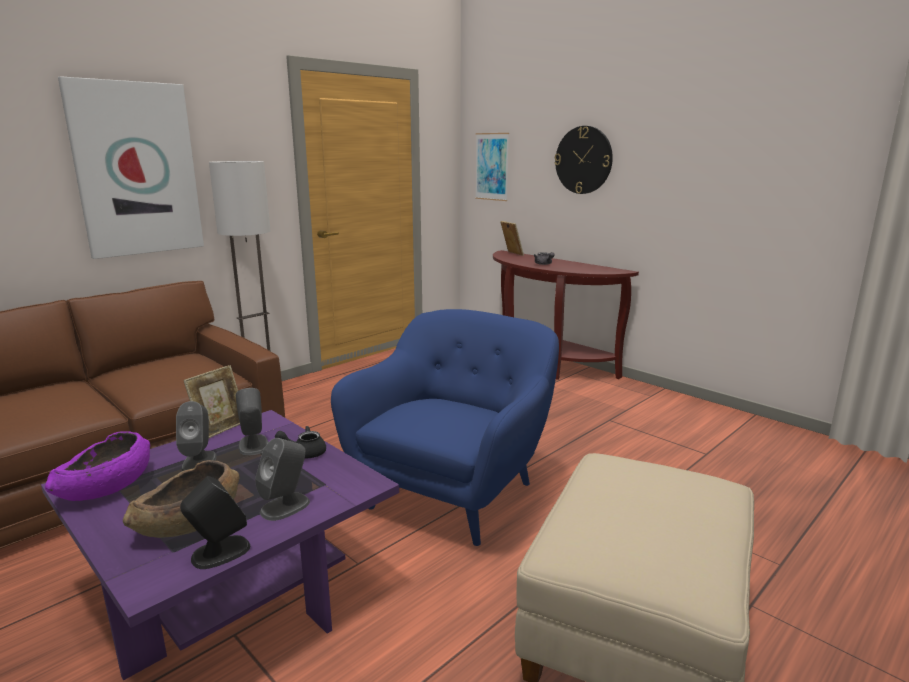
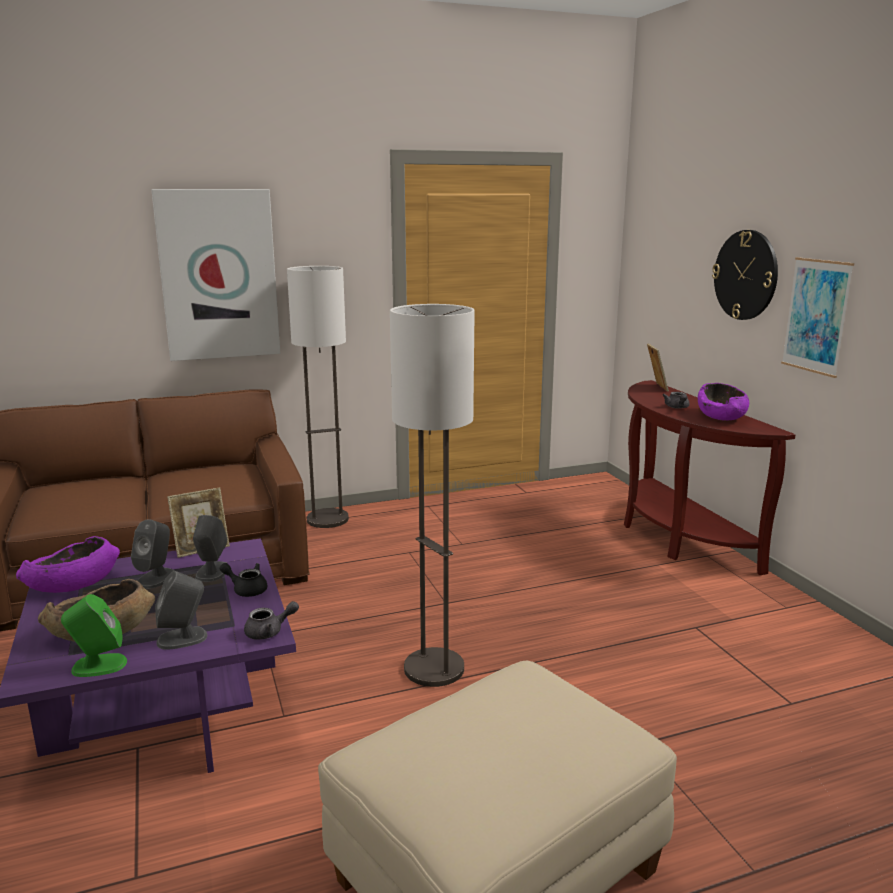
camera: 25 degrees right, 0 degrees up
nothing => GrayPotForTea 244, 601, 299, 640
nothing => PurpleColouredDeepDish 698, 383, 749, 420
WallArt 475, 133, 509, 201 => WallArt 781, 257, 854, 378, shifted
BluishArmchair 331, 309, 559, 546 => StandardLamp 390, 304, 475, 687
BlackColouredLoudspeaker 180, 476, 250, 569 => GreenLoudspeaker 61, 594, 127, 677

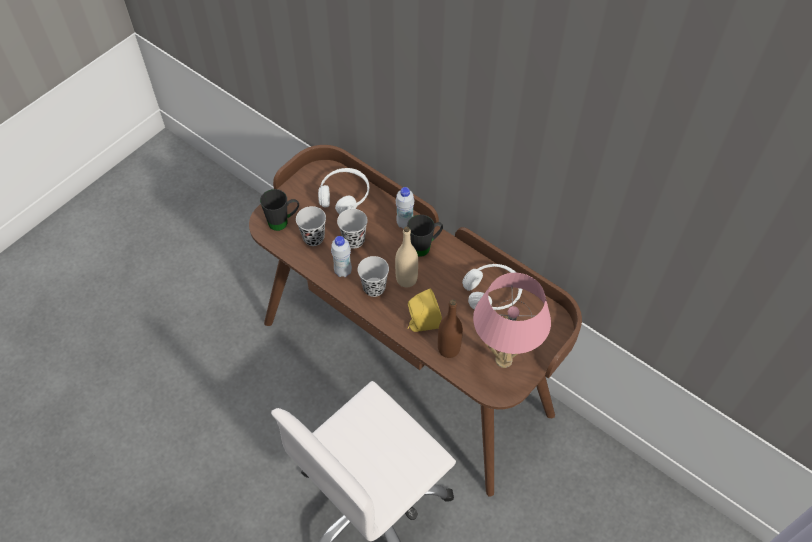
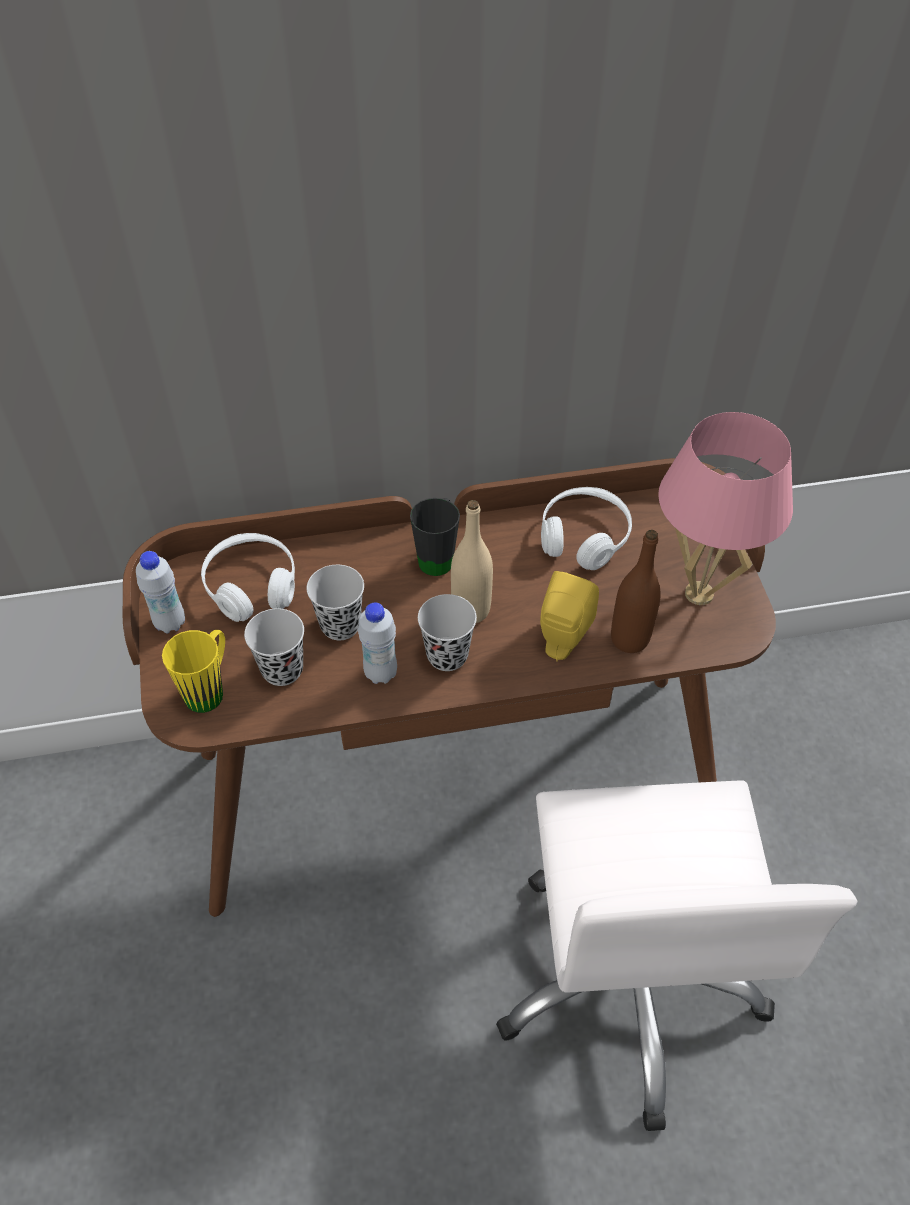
camera: 50 degrees left, 5 degrees down
WhiteDrinkBottle 396, 187, 414, 229 => WhiteDrinkBottle 136, 551, 185, 633, shifted
BlackColouredTeaMug 260, 189, 299, 231 => YellowishTeaMug 162, 630, 225, 713

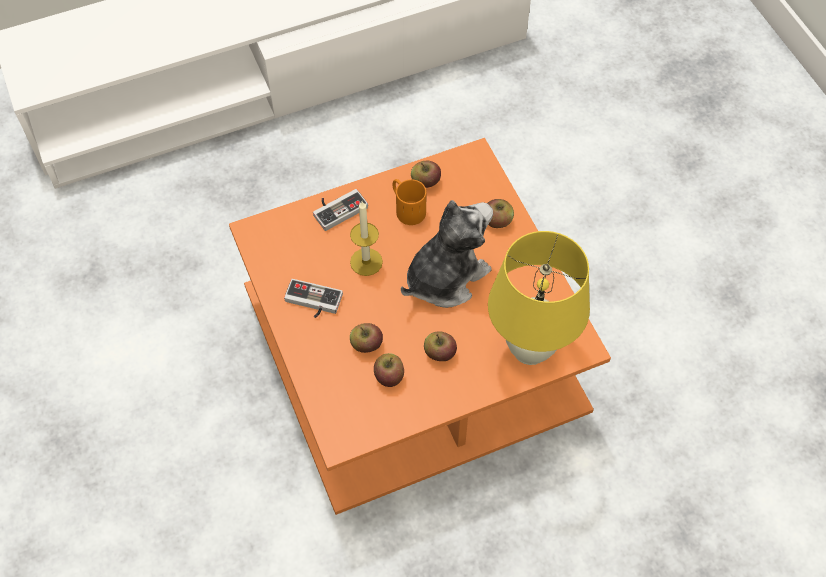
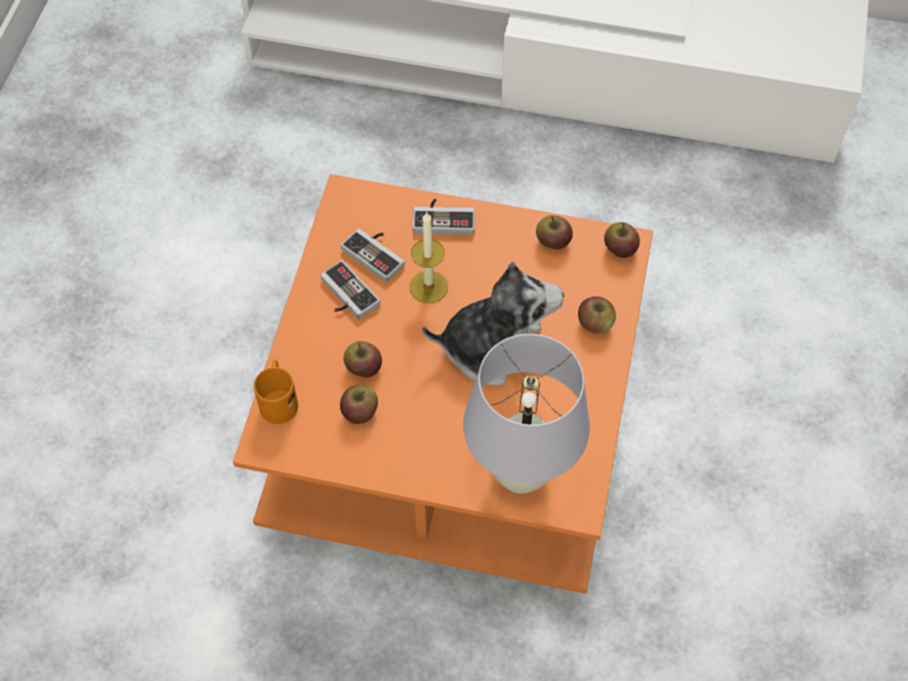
camera: 35 degrees right, 0 degrees up
nothing => GameController 341, 228, 405, 282
OrangeColouredTeaMug 392, 179, 427, 225 => OrangeColouredTeaMug 254, 359, 298, 424, shifted
WholeApple 424, 331, 457, 361 => WholeApple 604, 222, 640, 258, shifted
YellowishTabletopLamp 488, 231, 590, 365 => WhiteTabletopLamp 463, 334, 590, 494

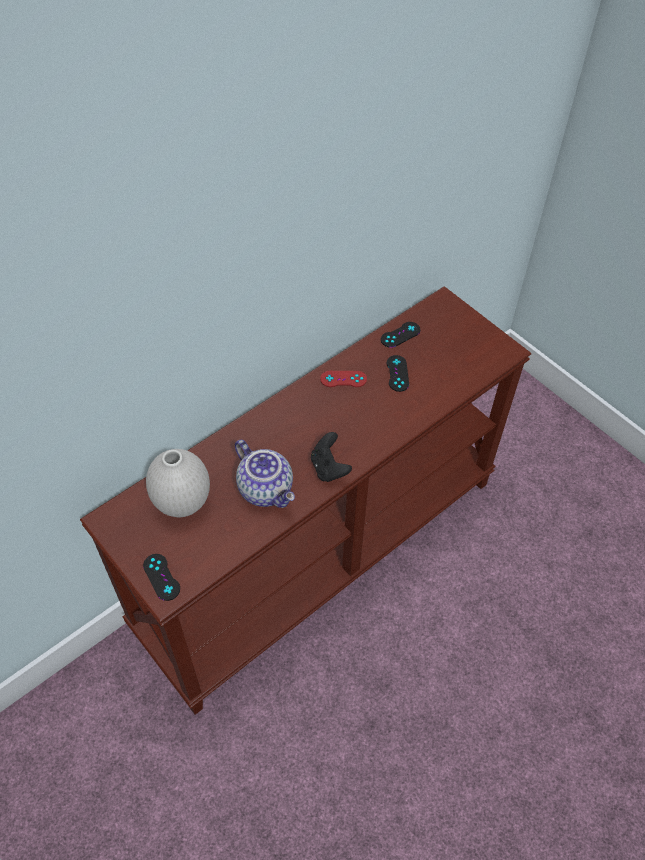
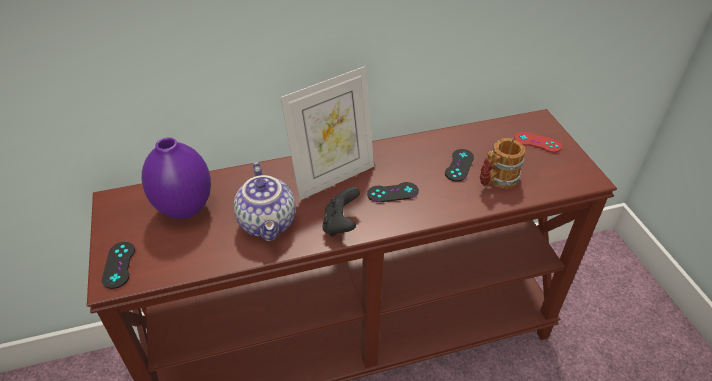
camera: 25 degrees right, 10 degrees down
nothing => PictureFrame 280, 66, 374, 200
nothing => TeaMug 480, 138, 526, 189
RedColouredGameController 320, 371, 367, 387 => RedColouredGameController 514, 132, 562, 153, shifted
BlackColouredGameController 381, 322, 420, 348 => BlackColouredGameController 367, 182, 419, 203, shifted
WhiteFlowerVase 146, 449, 210, 517 => PurpleColouredFlowerVase 142, 137, 211, 219

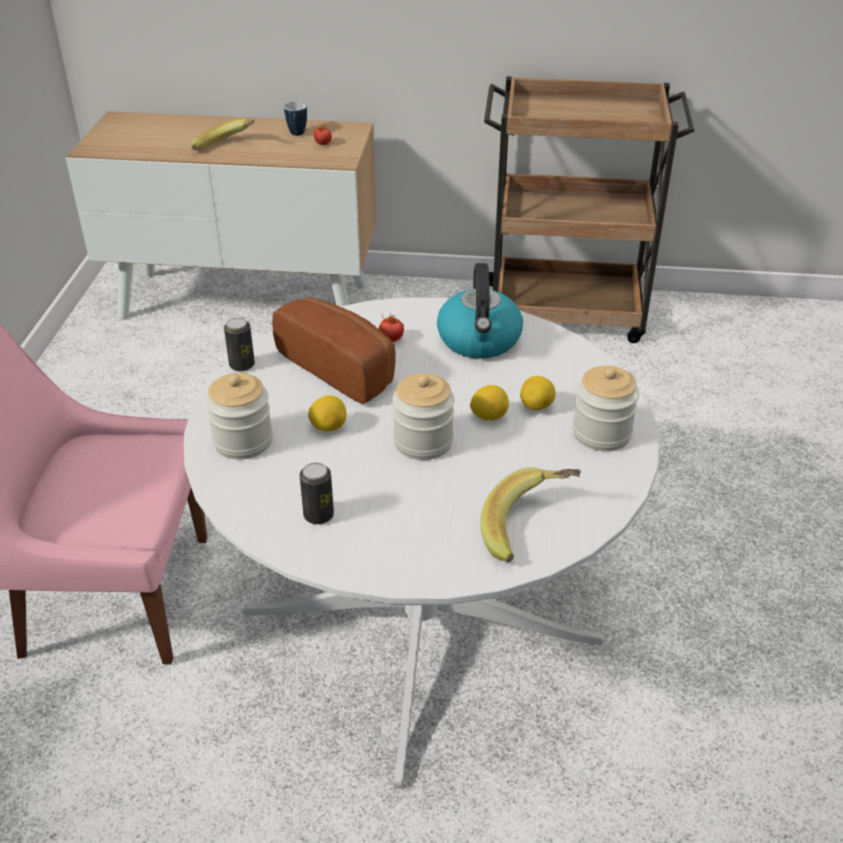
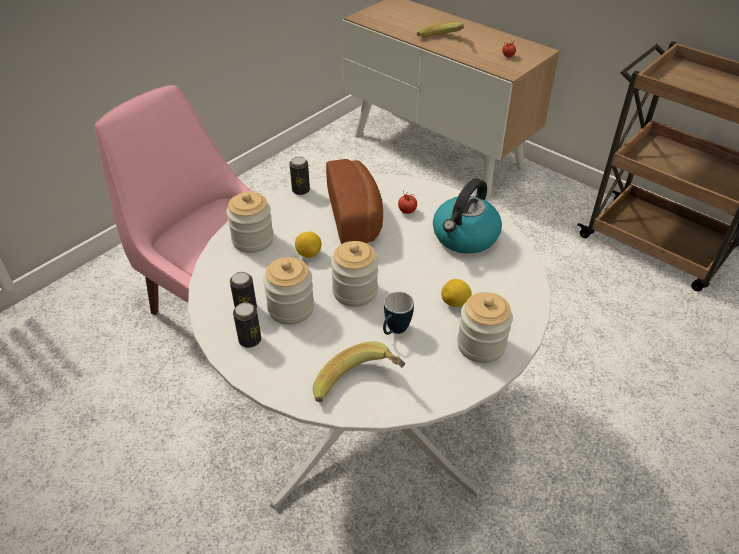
camera: 35 degrees right, 5 degrees up
CitrusFruit 470, 385, 509, 421 => nothing
nothing => Can 233, 303, 261, 348
nothing => Jar 263, 257, 314, 325
TeaMug 284, 102, 307, 136 => TeaMug 383, 292, 414, 335, shifted

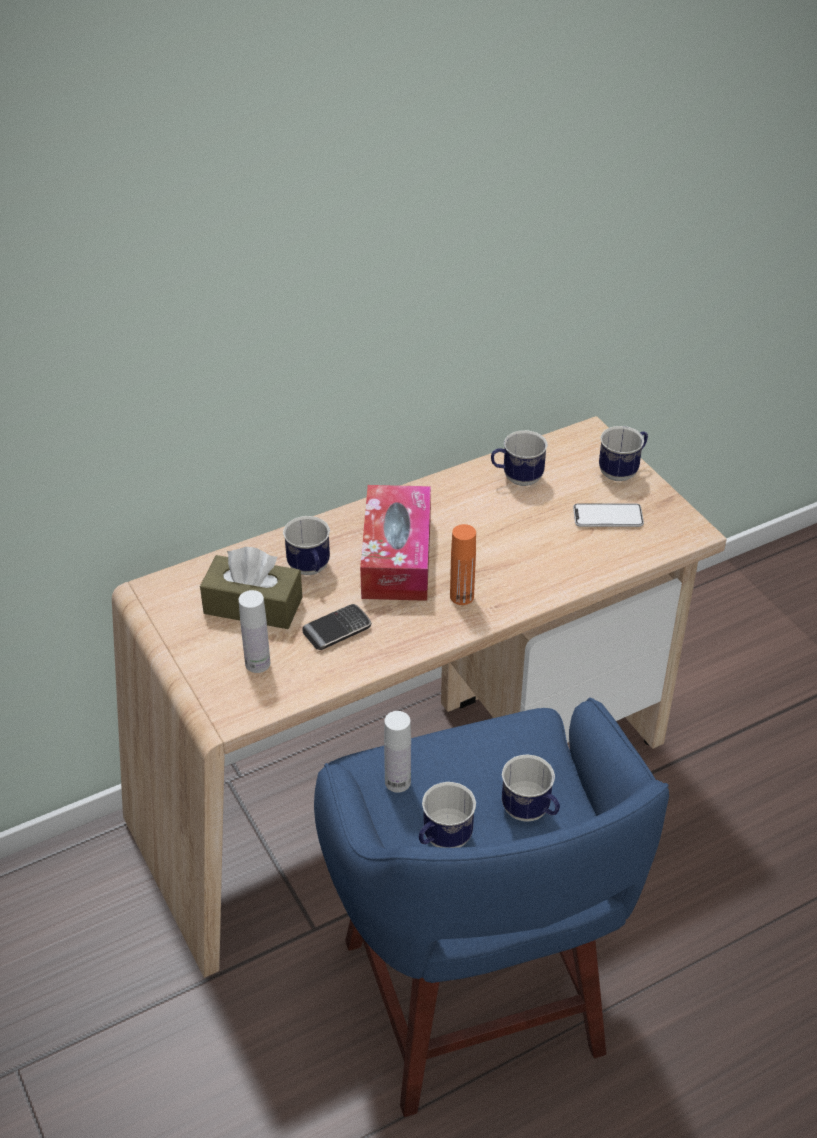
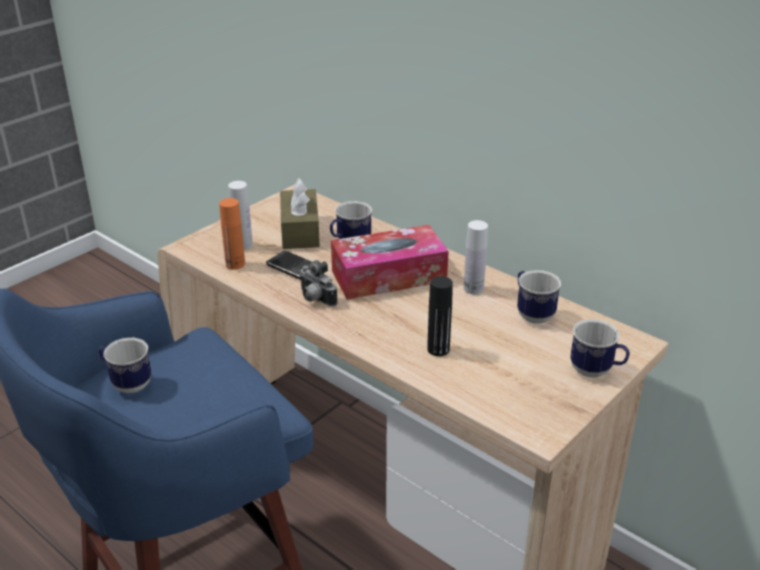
camera: 70 degrees right, 10 degrees down
TeaMug 502, 754, 560, 822 => nothing
Phone 573, 503, 644, 527 => nothing
nothing => PhotoCamera 300, 260, 338, 307
nothing => BlackColouredDrinkBottle 427, 276, 453, 356
WhiteDrinkBottle 384, 711, 411, 793 => WhiteDrinkBottle 464, 220, 488, 294, shifted
OrangeColouredDrinkBottle 450, 524, 476, 605 => OrangeColouredDrinkBottle 219, 198, 245, 270, shifted

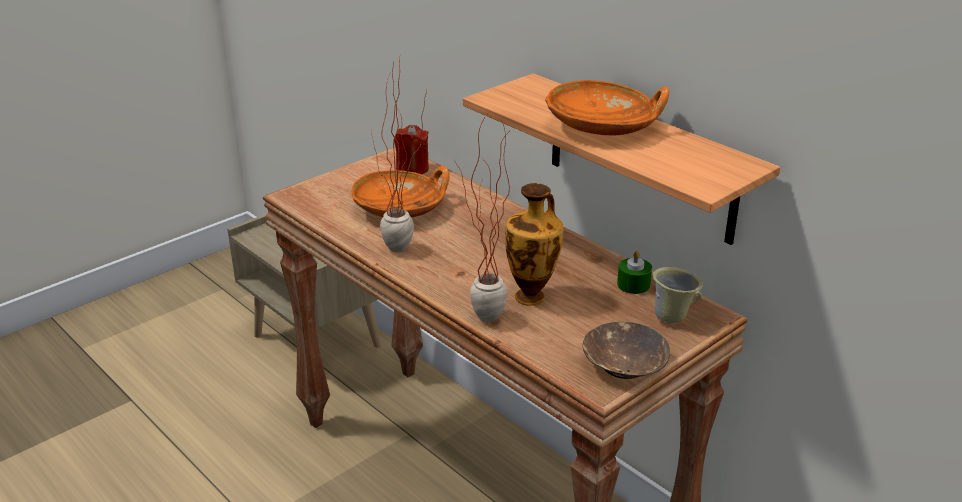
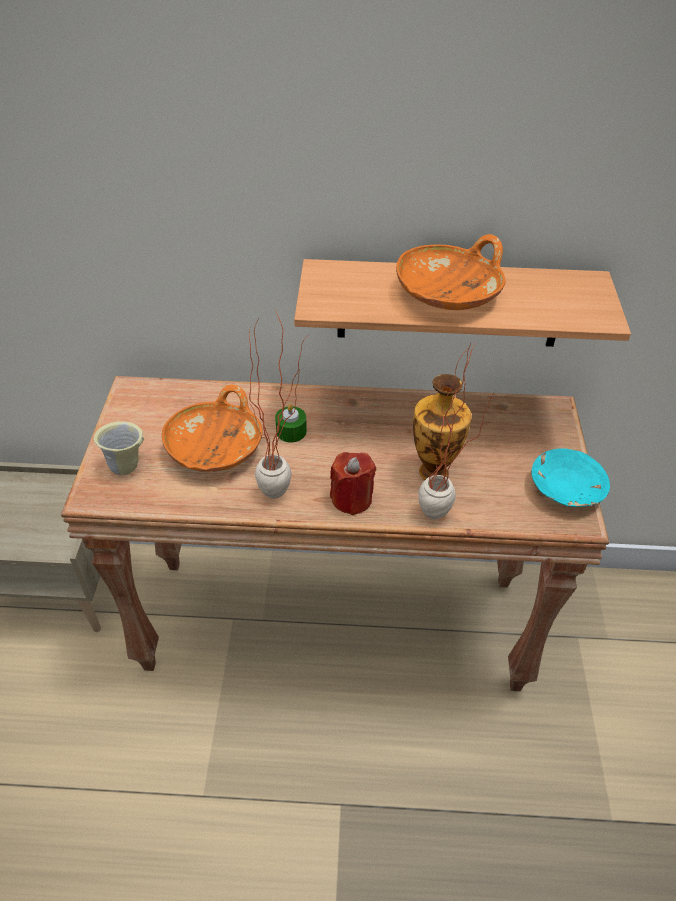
camera: 45 degrees left, 15 degrees up
RedColouredWaxCandle 394, 125, 429, 174 => RedColouredWaxCandle 330, 452, 376, 515, shifted
GreenWaxCandle 617, 251, 652, 294 => GreenWaxCandle 275, 404, 307, 443, shifted
BeigeColouredTeaMug 652, 267, 703, 324 => BeigeColouredTeaMug 94, 421, 144, 475, shifted
BrownColouredDeepDish 583, 322, 670, 379 => BlueGreenDeepDish 532, 448, 610, 507

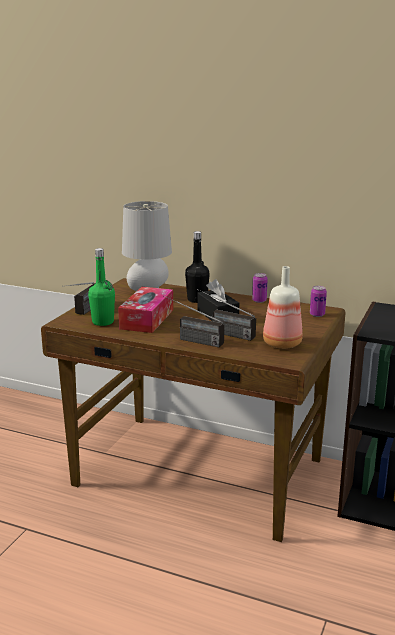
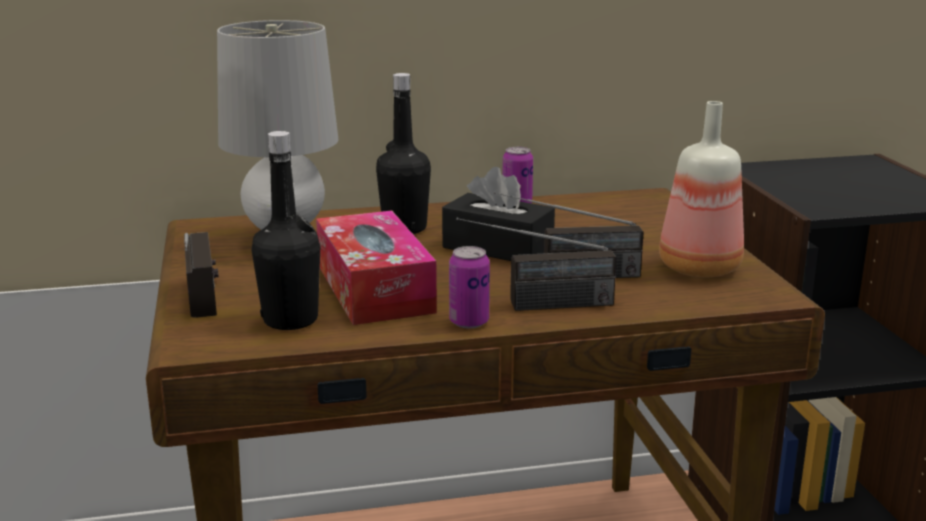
camera: 35 degrees left, 0 degrees up
Can 310, 286, 327, 317 => Can 449, 246, 490, 329, shifted
GreenDrinkBottle 88, 248, 115, 326 => BlackColouredDrinkBottle 252, 131, 320, 330

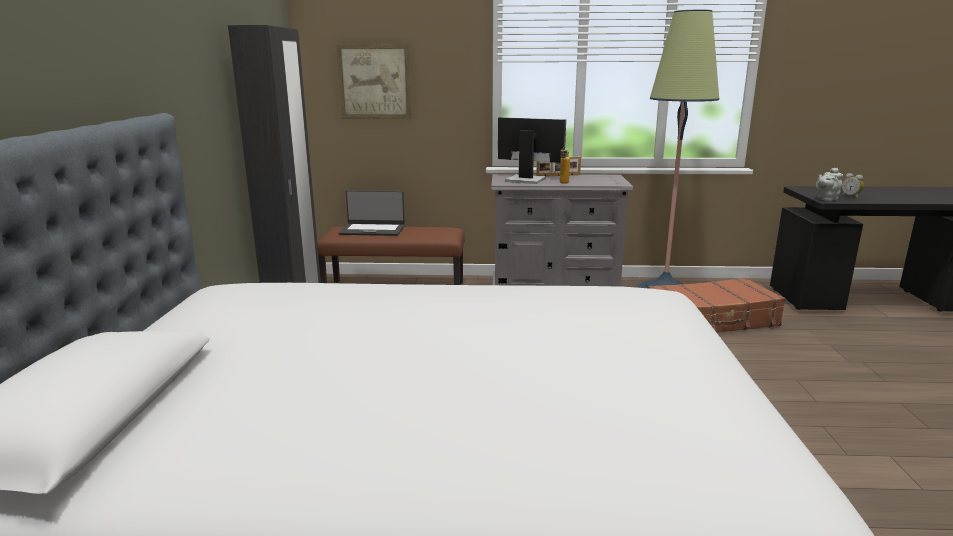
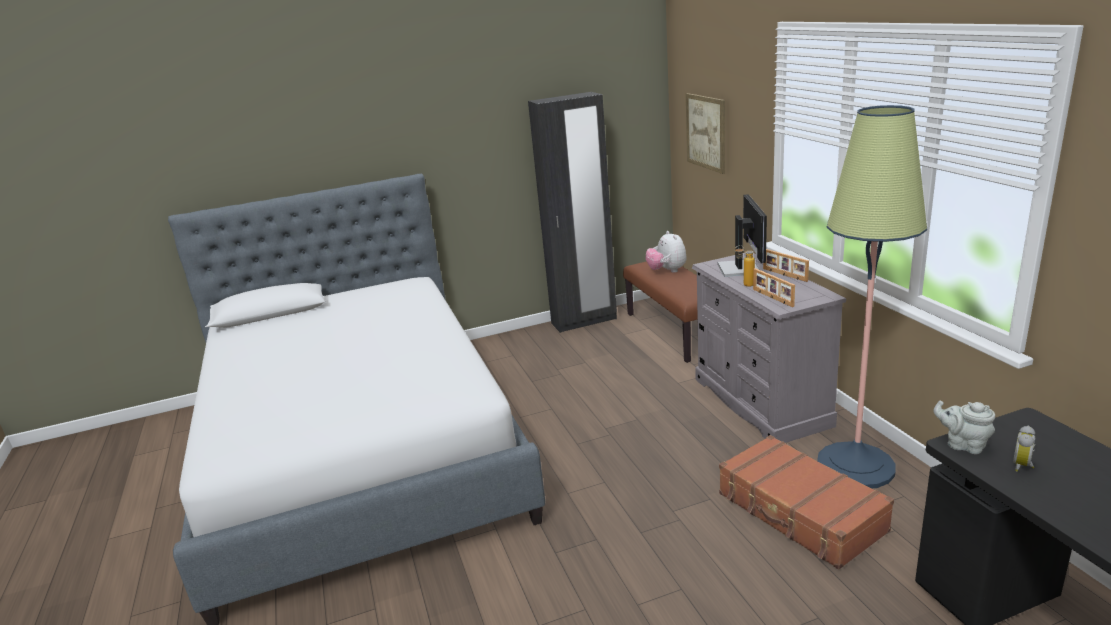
camera: 70 degrees right, 5 degrees up
nothing => PictureFrame 753, 268, 795, 307
PortableComputer 339, 190, 405, 236 => CuddlyToy 646, 231, 687, 273

